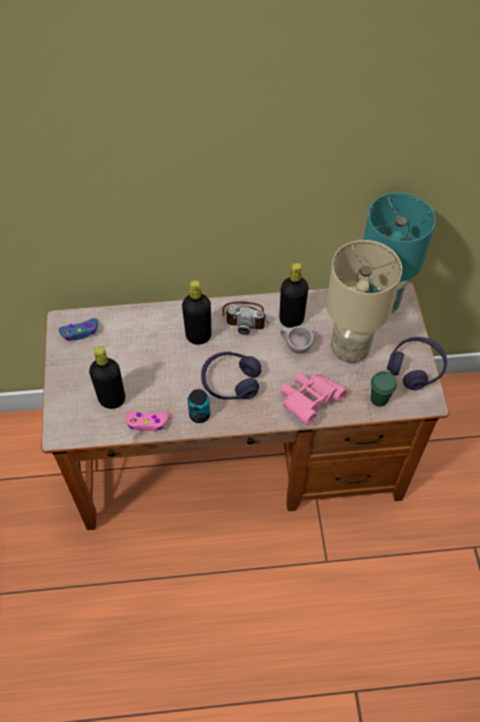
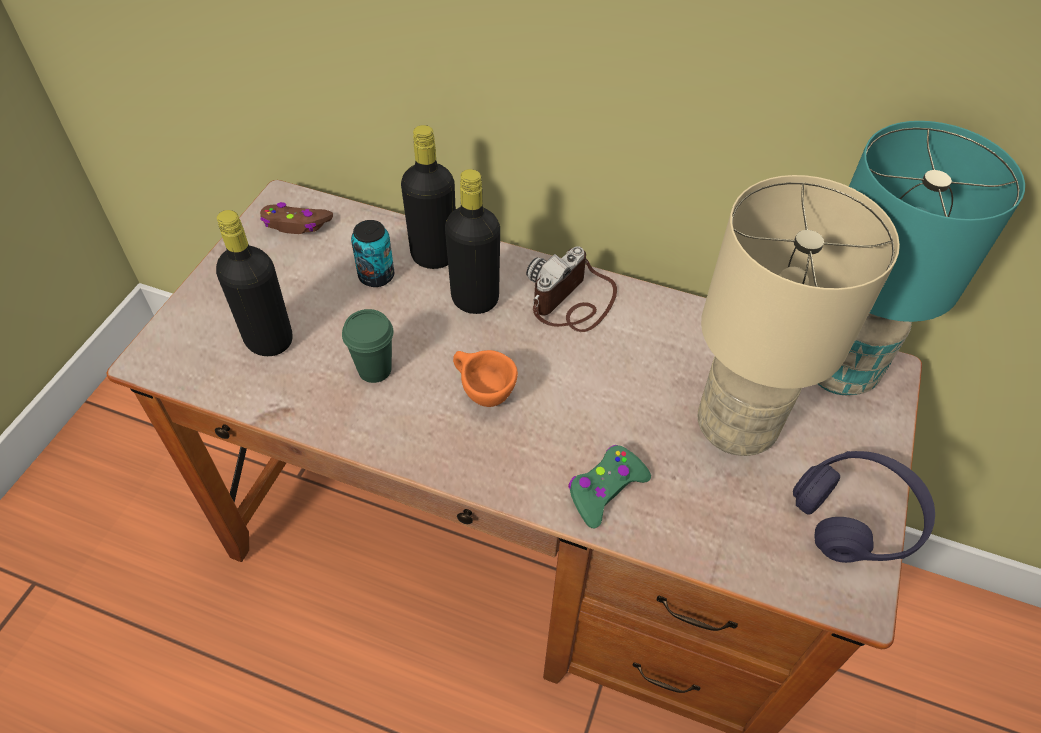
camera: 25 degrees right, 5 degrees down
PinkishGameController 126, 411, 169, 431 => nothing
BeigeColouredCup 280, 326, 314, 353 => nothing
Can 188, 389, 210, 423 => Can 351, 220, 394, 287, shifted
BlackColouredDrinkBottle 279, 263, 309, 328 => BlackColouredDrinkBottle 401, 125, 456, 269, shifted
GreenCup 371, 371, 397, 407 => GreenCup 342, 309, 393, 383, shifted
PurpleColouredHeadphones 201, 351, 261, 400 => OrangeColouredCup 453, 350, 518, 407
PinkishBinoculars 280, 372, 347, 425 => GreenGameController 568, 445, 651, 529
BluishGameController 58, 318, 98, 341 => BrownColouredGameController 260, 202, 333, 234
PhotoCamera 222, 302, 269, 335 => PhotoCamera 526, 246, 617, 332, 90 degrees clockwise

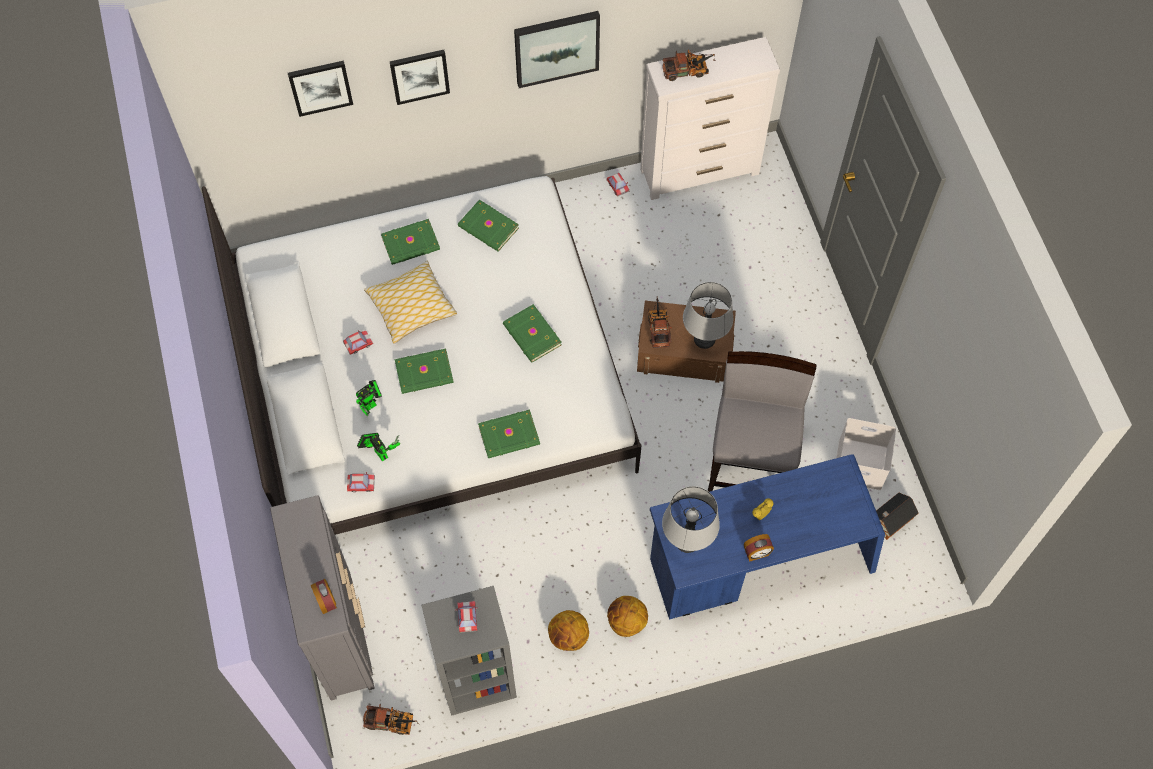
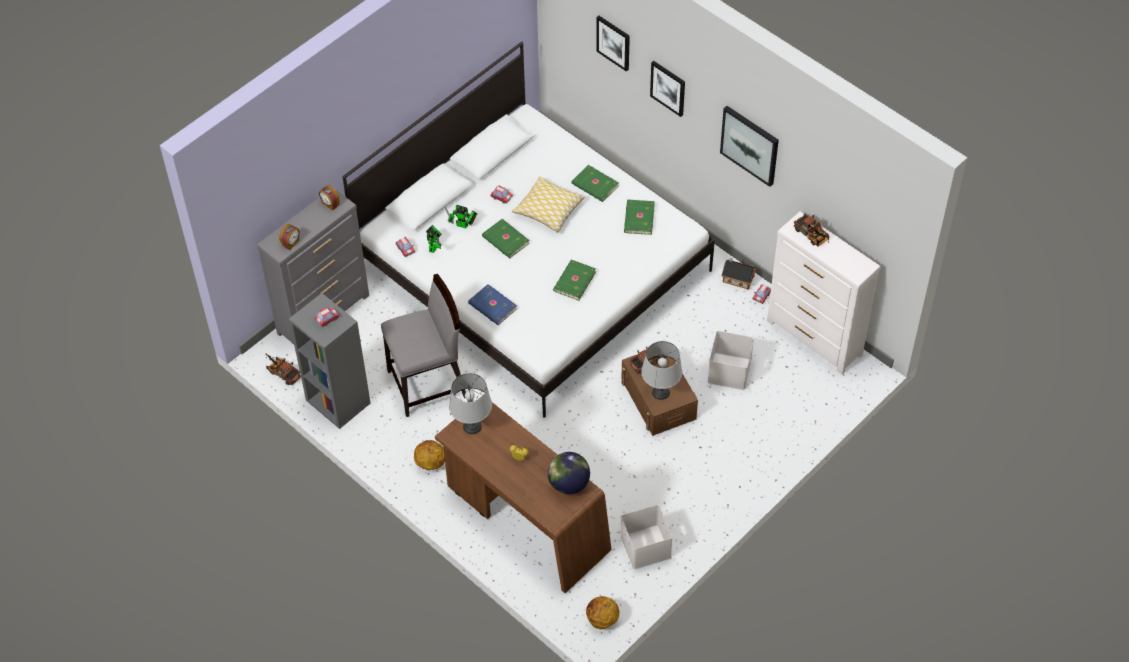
camera: 60 degrees right, 10 degrees down
nothing => DeskGlobe 548, 452, 590, 494
nothing => WhiteStorageBin 708, 331, 754, 390
Basketball 548, 610, 589, 651 => Basketball 586, 596, 619, 630, shifted
GrayUprightChair 708, 351, 817, 492 => GrayUprightChair 381, 274, 466, 417, shifted
AlarmClock 744, 534, 774, 562 => AlarmClock 319, 185, 340, 211, shifted
ToyHouse 876, 493, 919, 540 => ToyHouse 722, 258, 756, 290, shifted
GreenBook 478, 409, 540, 458 => BluishBook 468, 284, 517, 325
BluishDesk 650, 454, 885, 619 => BrownColouredDesk 435, 396, 612, 593
ToyLorry 363, 704, 418, 735 => ToyLorry 266, 354, 301, 385, 150 degrees clockwise

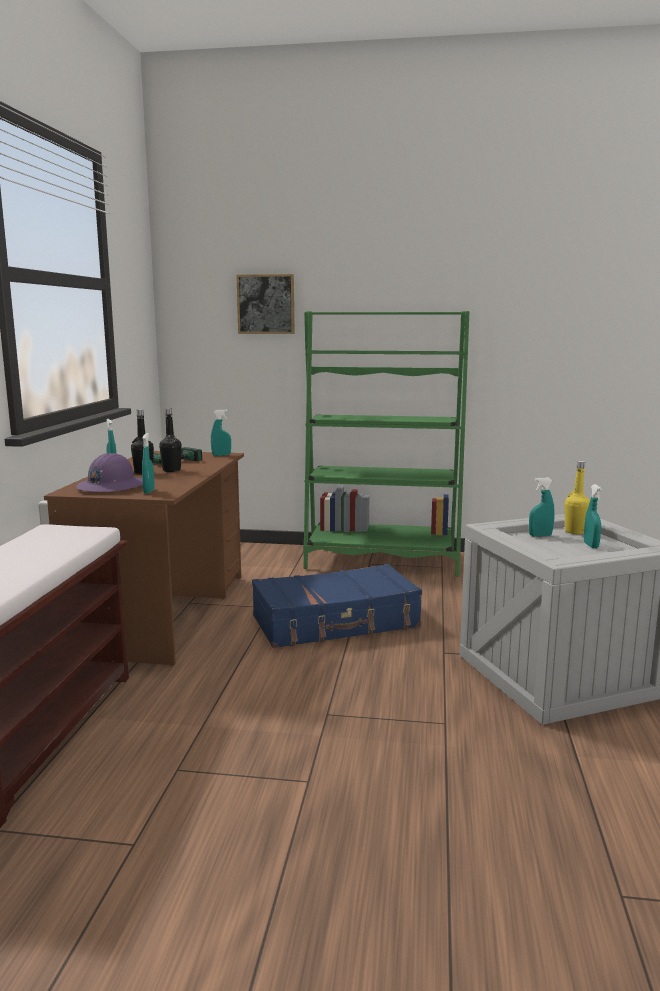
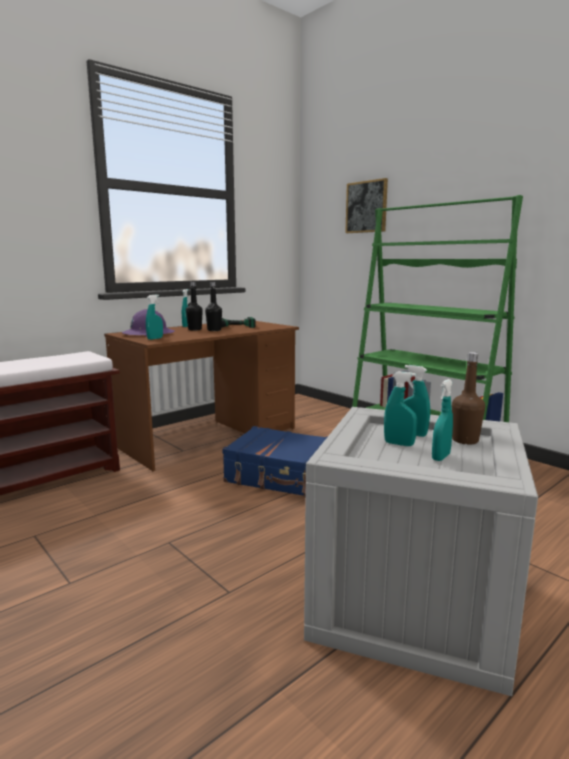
camera: 40 degrees right, 0 degrees up
BlueGreenSprayBottle 211, 410, 231, 456 => BlueGreenSprayBottle 384, 371, 417, 446, shifted
YellowishDrinkBottle 565, 461, 590, 534 => BrownColouredDrinkBottle 452, 352, 485, 445

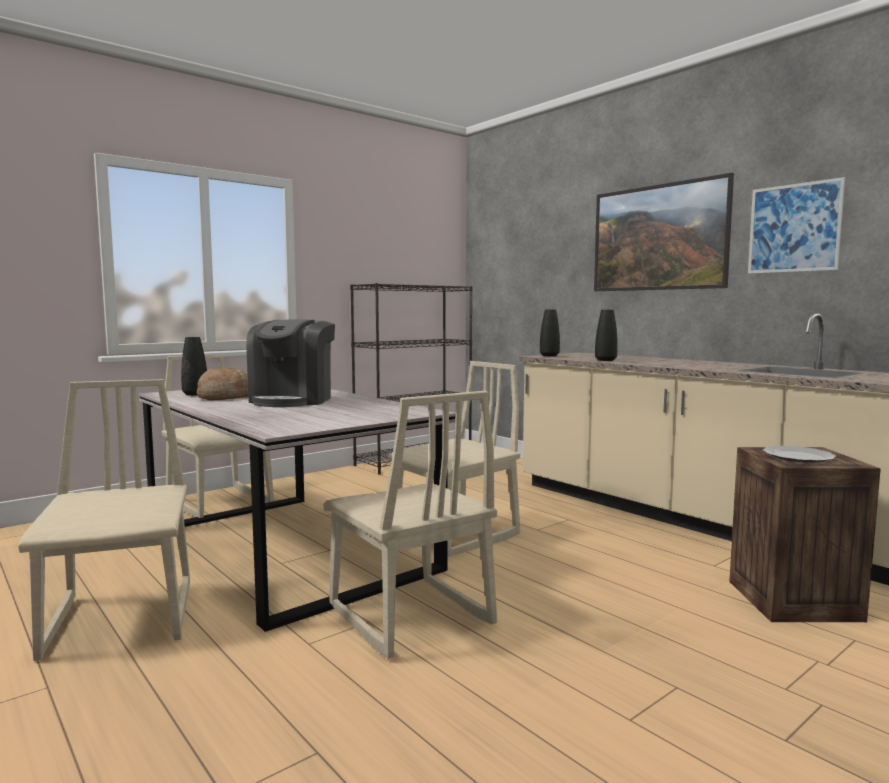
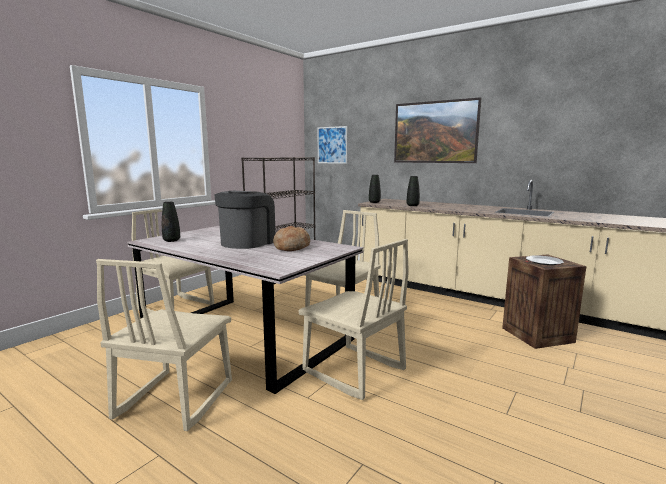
camera: 15 degrees left, 5 degrees up
Bread 197, 367, 248, 400 => Bread 273, 226, 310, 251, shifted
WallArt 748, 177, 845, 274 => WallArt 318, 126, 347, 164, shifted
BeigeColouredUprightChair 18, 379, 190, 661 => BeigeColouredUprightChair 96, 259, 232, 431, 135 degrees counterclockwise
CoffeeMaker 246, 320, 335, 407 => CoffeeMaker 215, 191, 275, 249, 150 degrees counterclockwise

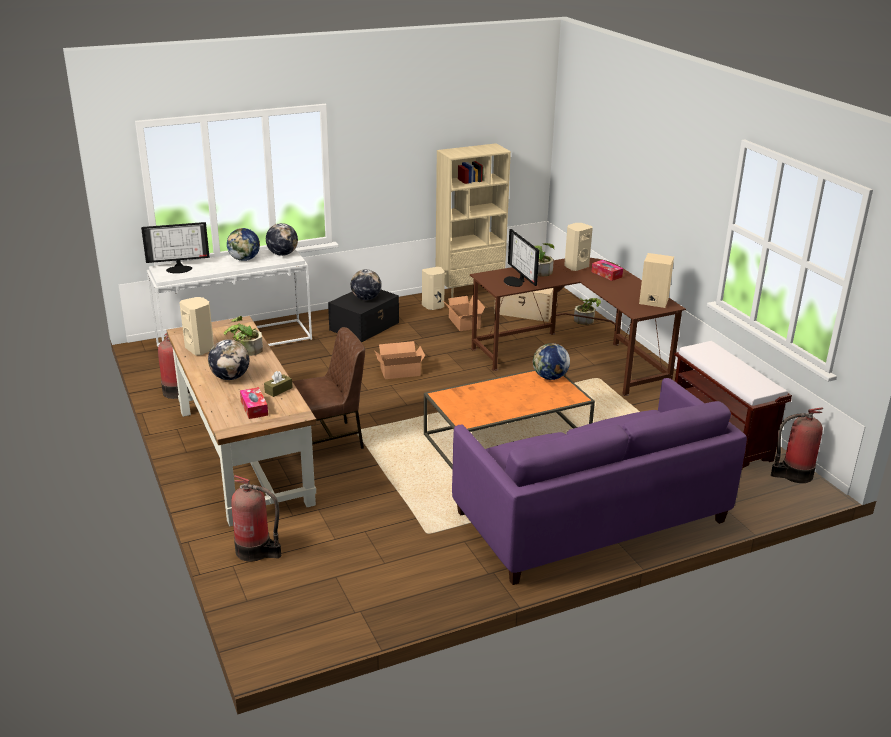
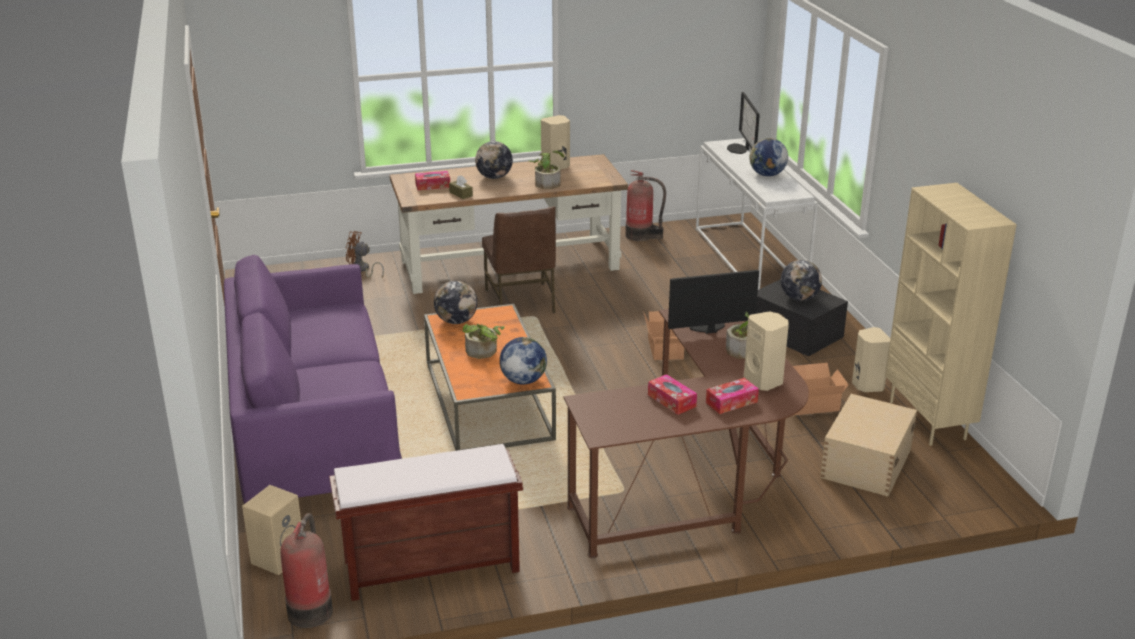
camera: 100 degrees right, 0 degrees up
nothing => BoxOfTissues 648, 374, 697, 415
DeskGlobe 266, 223, 298, 256 => DeskGlobe 434, 281, 477, 324, shifted
PlantInAPot 574, 298, 601, 325 => PlantInAPot 462, 324, 505, 359, shifted
BeigeColouredLoudspeaker 639, 253, 674, 308 => BeigeColouredLoudspeaker 242, 485, 301, 575, shifted
FireFightingCylinder 231, 475, 281, 562 => BrownColouredElectricFan 346, 231, 384, 278

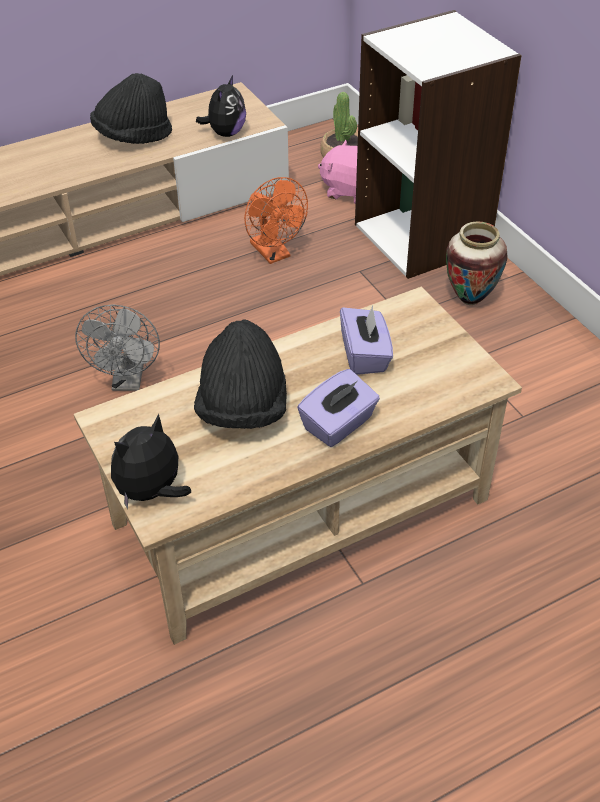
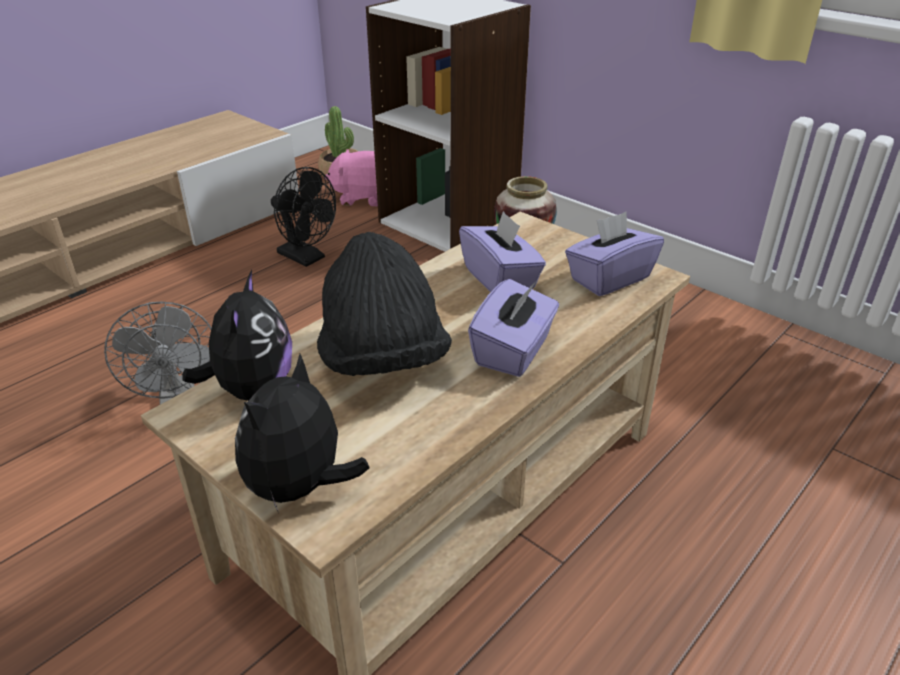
camera: 20 degrees left, 10 degrees down
BlackColouredWearableHat 90, 73, 172, 144 => nothing
nothing => PurpleColouredBoxOfTissues 565, 212, 664, 296
CuddlyToy 196, 76, 246, 137 => CuddlyToy 182, 270, 292, 401, shifted
OrangeColouredElectricFan 244, 177, 308, 264 => BlackColouredElectricFan 271, 167, 336, 267

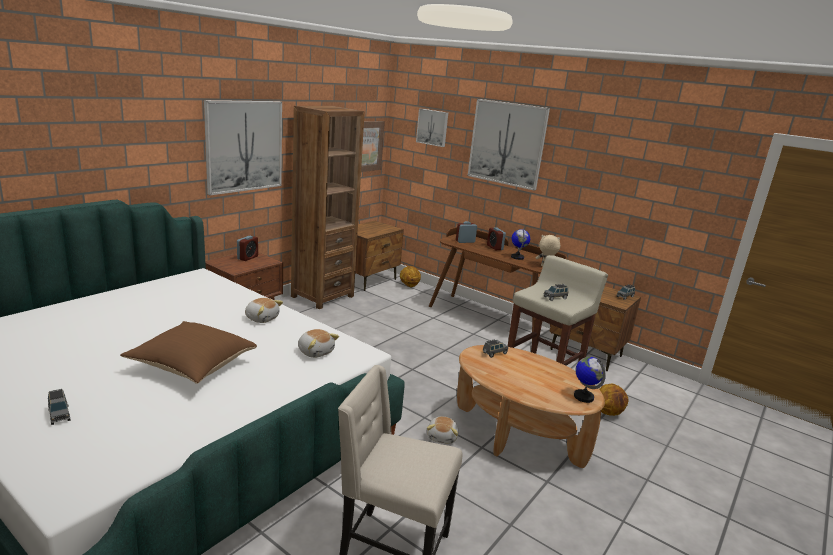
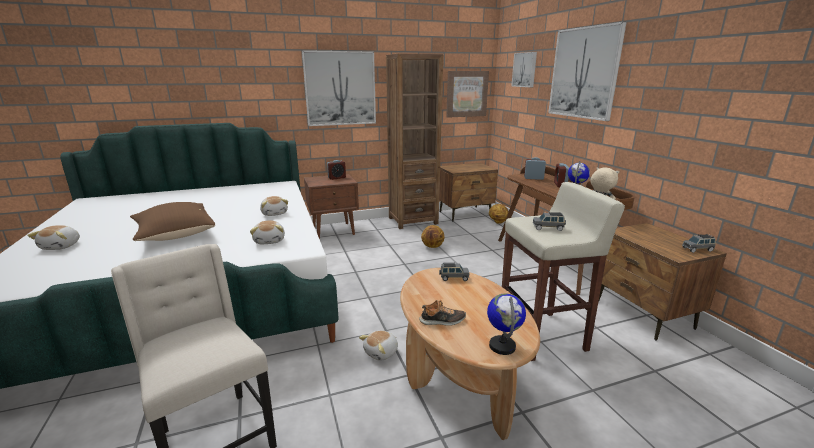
camera: 35 degrees right, 0 degrees up
nothing => ItemOfFootwear 419, 300, 466, 326
Basketball 599, 384, 629, 416 => Basketball 421, 225, 445, 248, shifted
GrayToyCar 48, 389, 71, 425 => CuddlyToy 27, 225, 80, 250

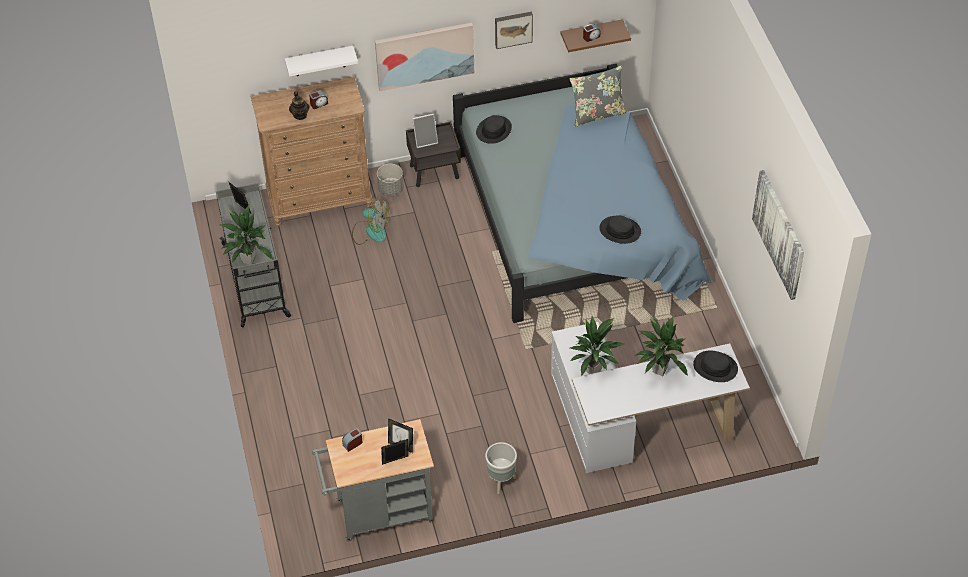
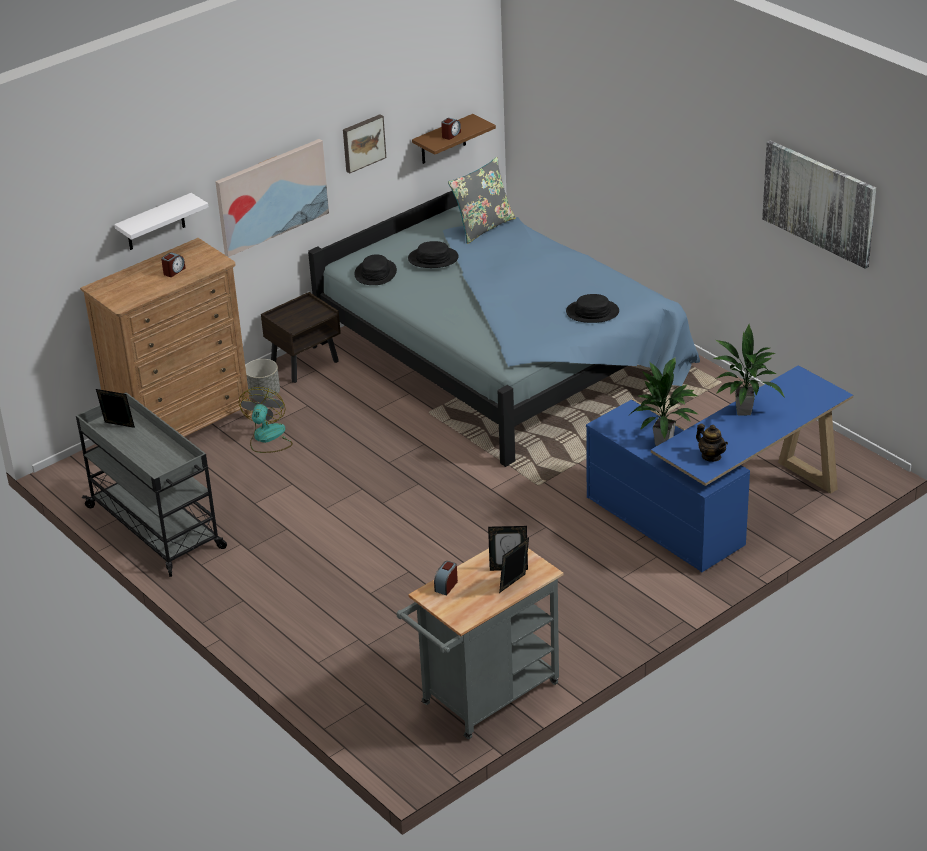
camera: 25 degrees left, 15 degrees down
PlantInAPot 219, 205, 274, 264 => nothing
PictureFrame 412, 113, 438, 148 => nothing
GrayPlanter 485, 442, 517, 494 => nothing
PotForTea 289, 91, 309, 120 => PotForTea 696, 424, 728, 462, shifted
BlackColouredWearableHat 693, 351, 738, 382 => BlackColouredWearableHat 408, 241, 459, 268, shifted
WhiteDesk 551, 321, 750, 473 => BluishDesk 586, 365, 853, 572
ElectricFan 352, 197, 389, 245 => ElectricFan 239, 387, 293, 453, 75 degrees counterclockwise

